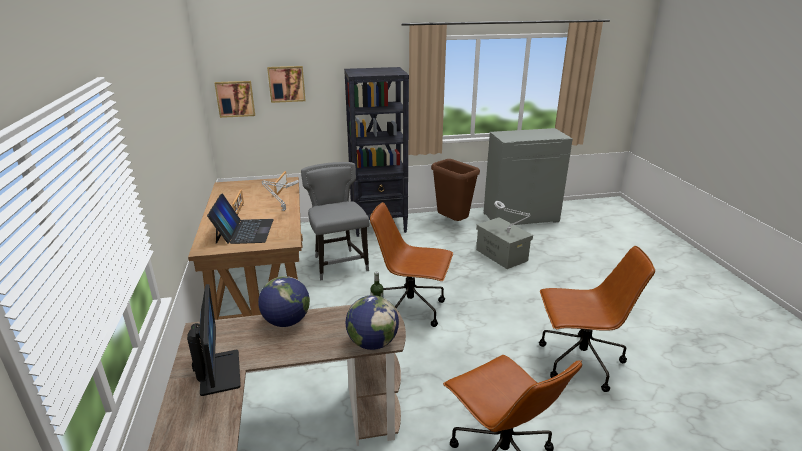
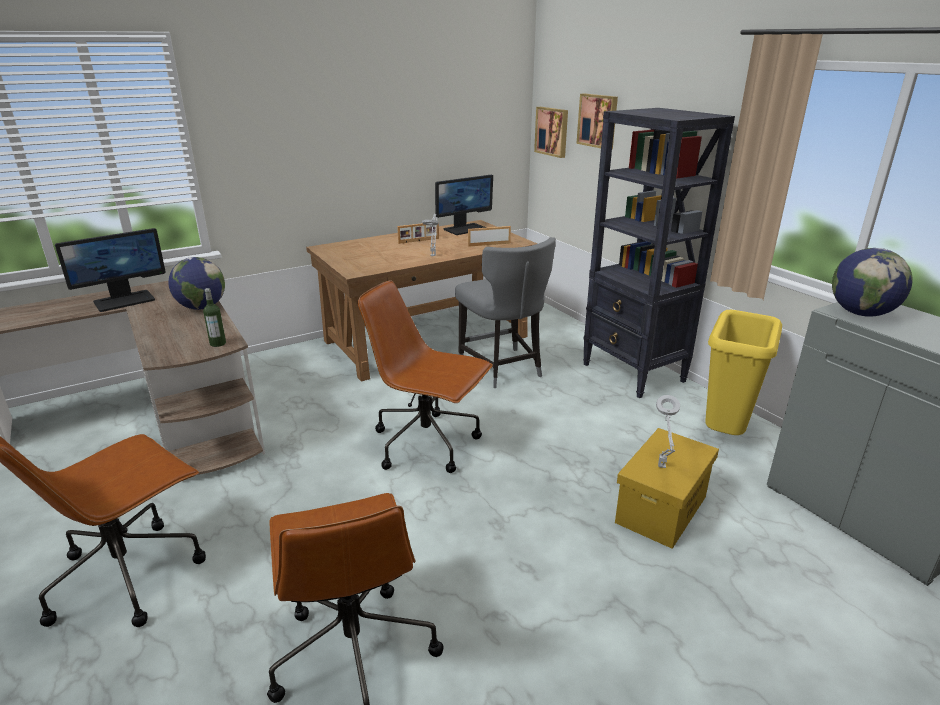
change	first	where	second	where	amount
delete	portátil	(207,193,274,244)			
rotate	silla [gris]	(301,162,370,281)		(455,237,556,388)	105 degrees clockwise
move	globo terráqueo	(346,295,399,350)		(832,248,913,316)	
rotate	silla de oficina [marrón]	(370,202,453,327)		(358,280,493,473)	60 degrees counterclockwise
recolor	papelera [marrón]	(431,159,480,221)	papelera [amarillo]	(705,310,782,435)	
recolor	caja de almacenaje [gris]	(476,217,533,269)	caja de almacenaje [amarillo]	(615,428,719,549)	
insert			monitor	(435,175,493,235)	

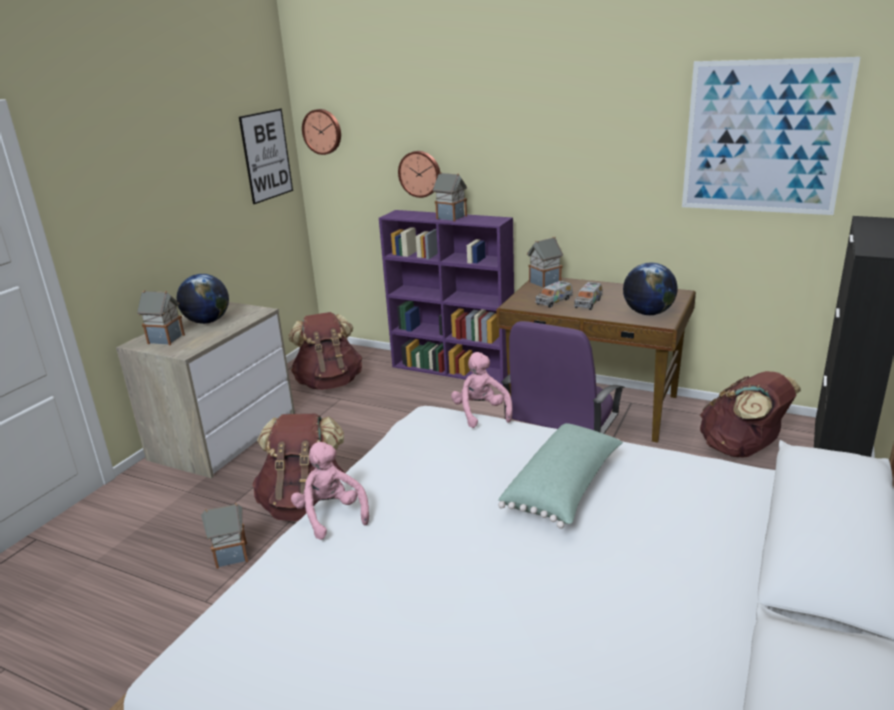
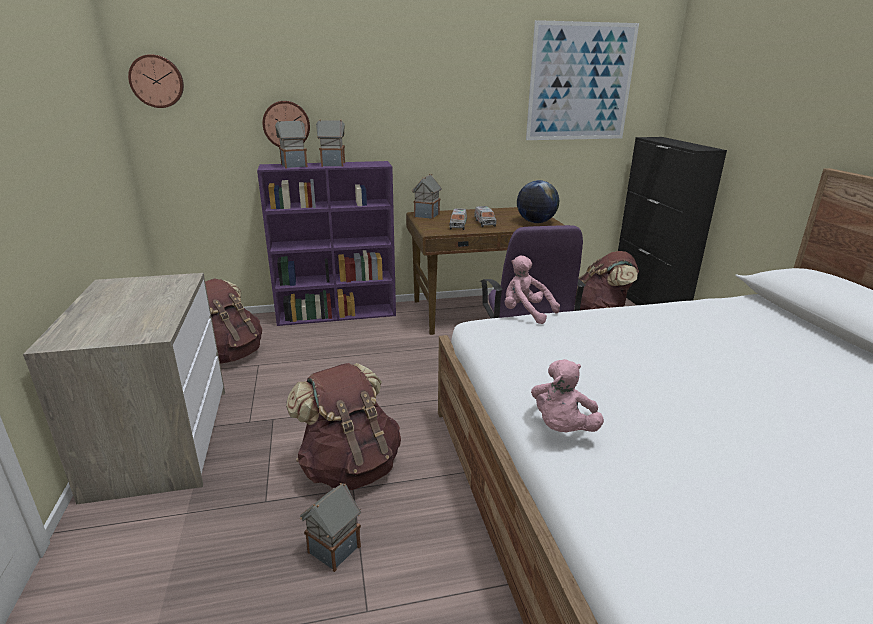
change	first	where	second	where	amount
move	casita	(137,290,185,345)		(275,120,308,168)	
delete	globo terráqueo	(177,274,229,324)			
delete	cuadro	(239,109,293,204)			
rotate	peluche [rosa]	(291,442,369,540)		(531,359,604,432)	90 degrees counterclockwise
delete	cojín [verde]	(498,423,623,529)			

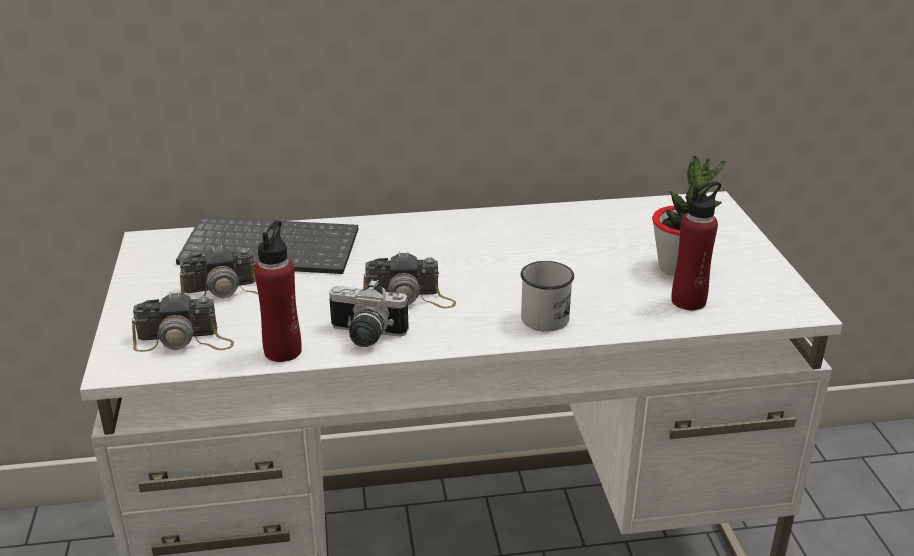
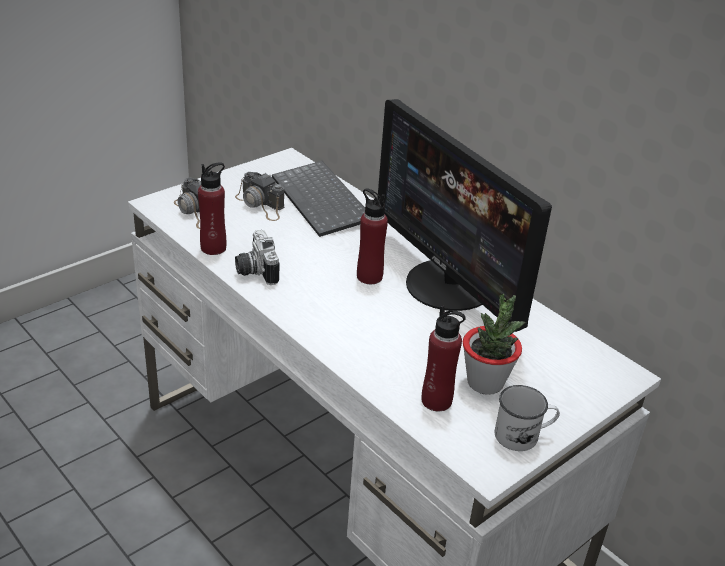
change	first	where	second	where	amount
delete	cámara	(363,251,456,308)			
move	taza grande [blanco]	(521,261,574,332)		(495,385,560,451)	
insert			botella [rojo]	(357,188,388,284)	
insert			monitor	(378,99,552,332)	

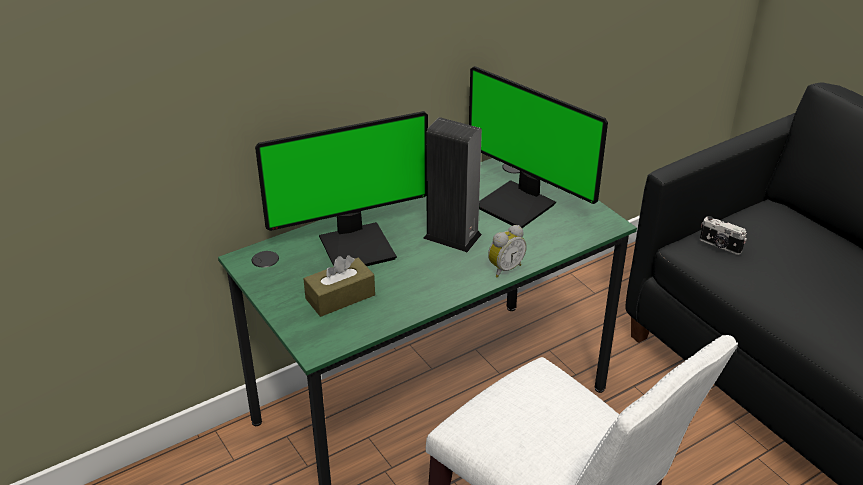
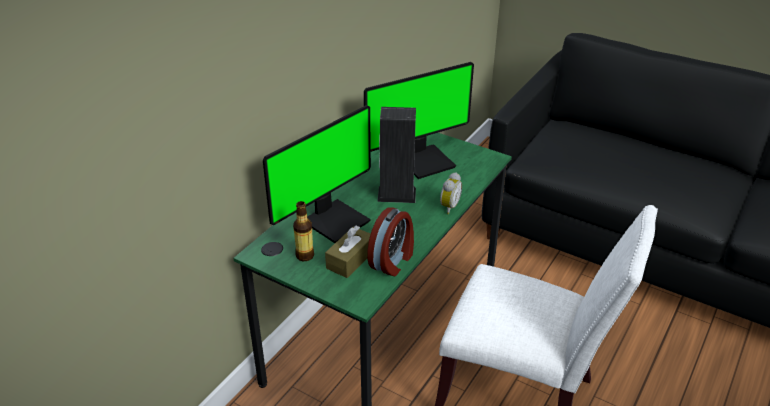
change	first	where	second	where	amount
rotate	monitor	(469,66,608,228)		(364,62,474,179)	45 degrees counterclockwise
delete	cámara	(700,216,747,255)			
insert			botella	(293,201,314,261)	
insert			despertador	(367,208,414,276)	

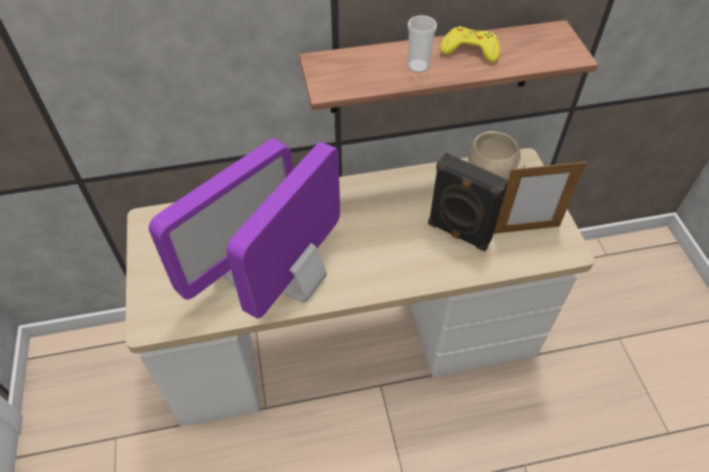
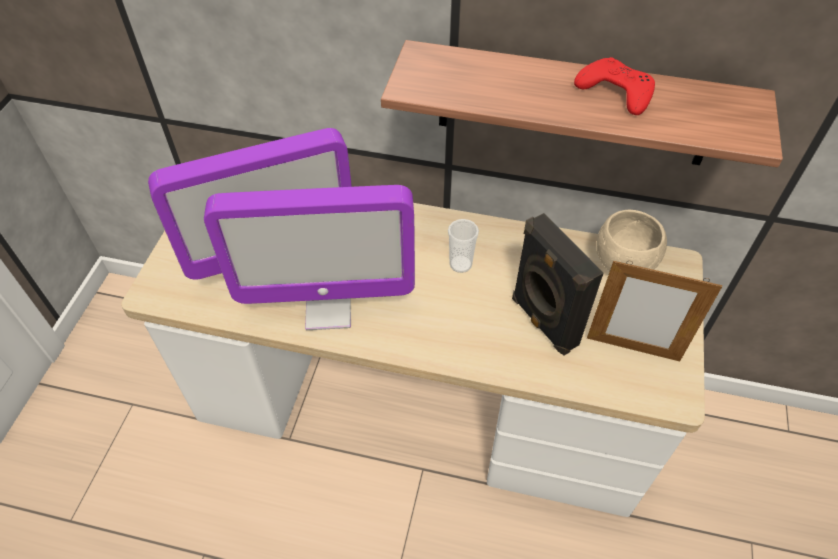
change	first	where	second	where	amount
rotate	monitor	(226,142,340,319)		(204,185,415,330)	150 degrees counterclockwise
move	taza	(408,15,437,73)		(448,219,479,273)	
recolor	mando de consola [amarillo]	(440,26,500,63)	mando de consola [rojo]	(574,57,655,115)	

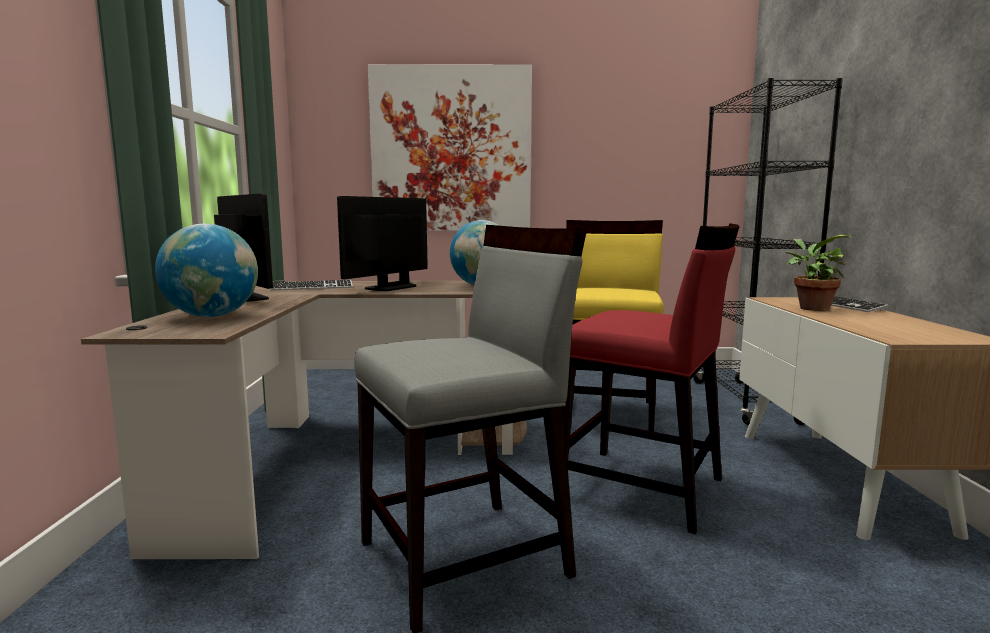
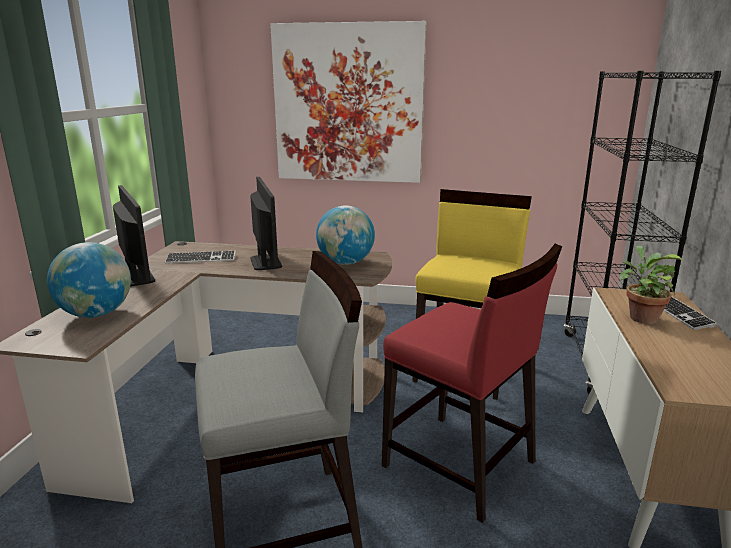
change	first	where	second	where	amount
rotate	monitor	(337,196,428,291)		(250,177,282,270)	120 degrees clockwise

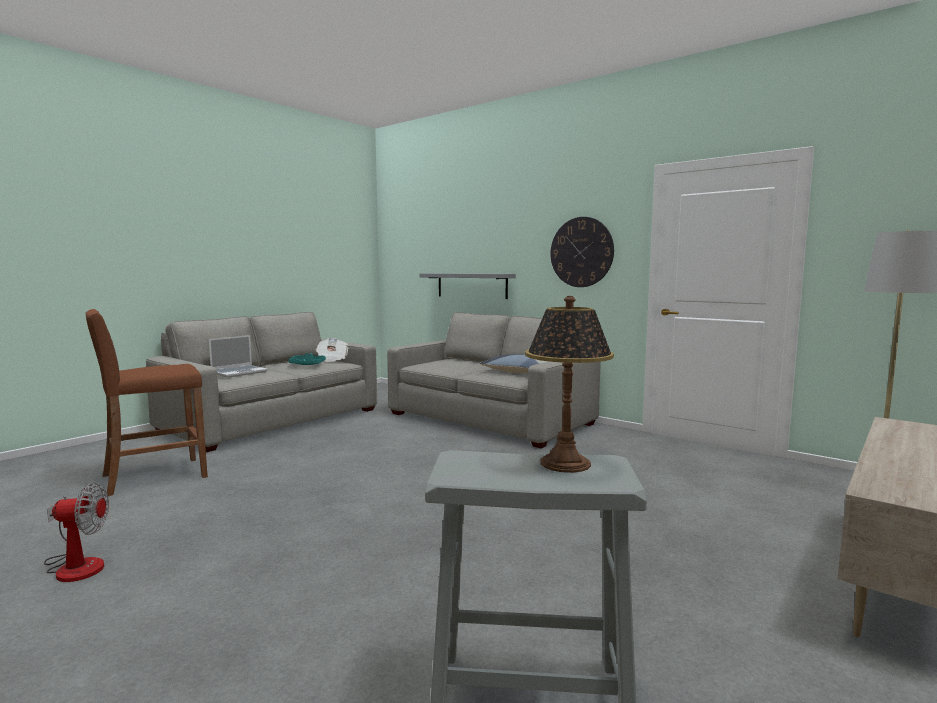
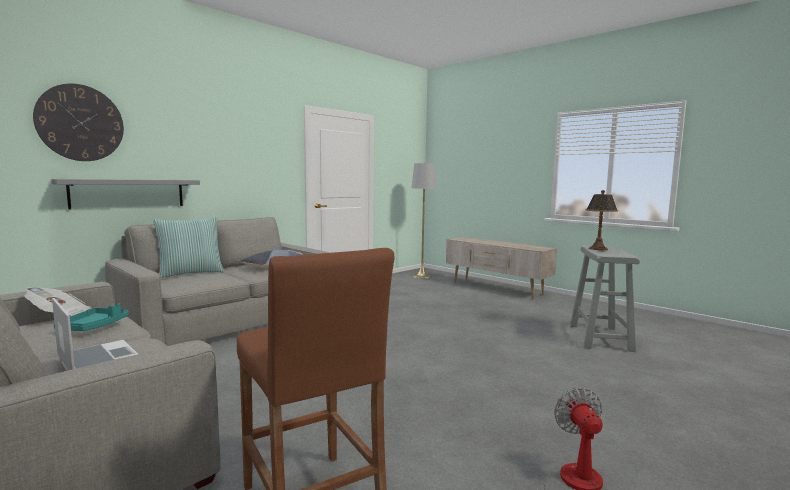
change	first	where	second	where	amount
move	reloj de pared	(550,217,614,287)		(33,83,124,161)	
insert			cojín	(153,217,224,278)	

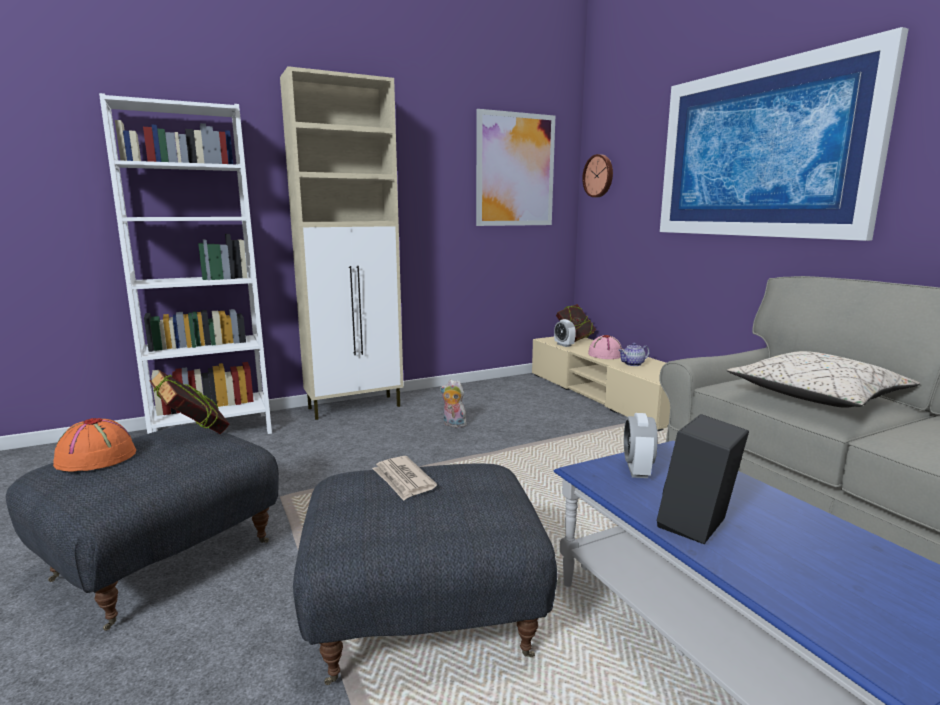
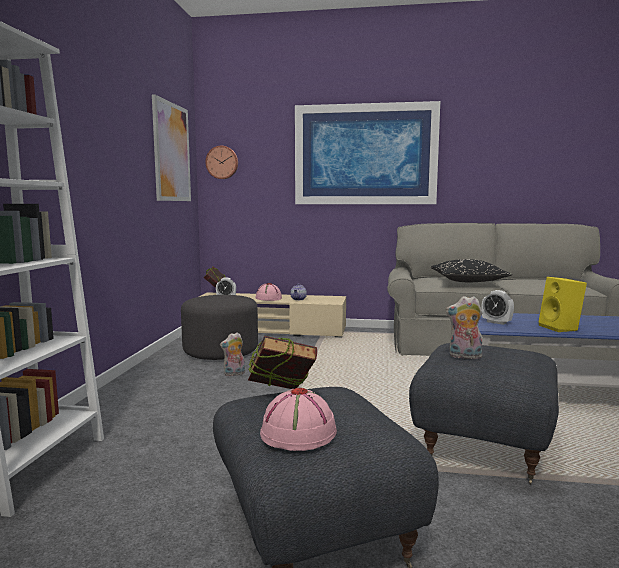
change	first	where	second	where	amount
recolor	sombrero [naranja]	(53,418,136,472)	sombrero [rosa]	(260,388,337,451)	
delete	armario [beis]	(280,66,404,420)			
replace	periódico	(372,456,437,501)	peluche	(446,296,483,359)	
recolor	altavoz [negro]	(657,414,749,544)	altavoz [amarillo]	(539,277,587,332)	
recolor	cojín [beis]	(727,351,920,408)	cojín [negro]	(431,259,512,282)	
insert			puf [gris]	(181,295,258,360)	

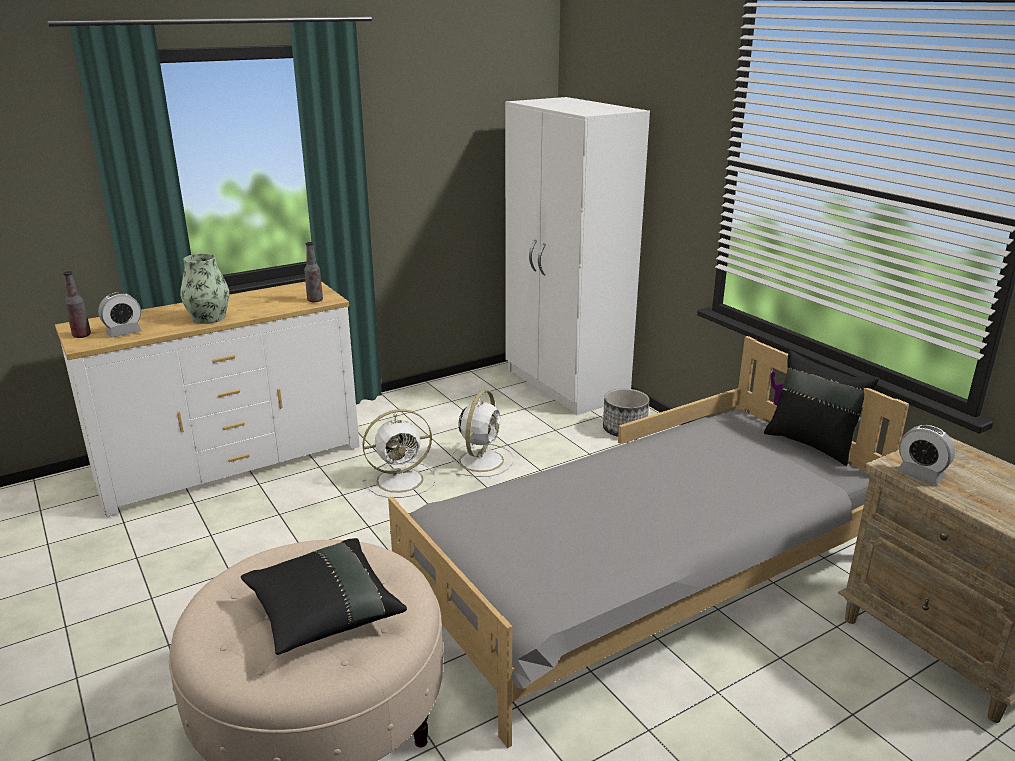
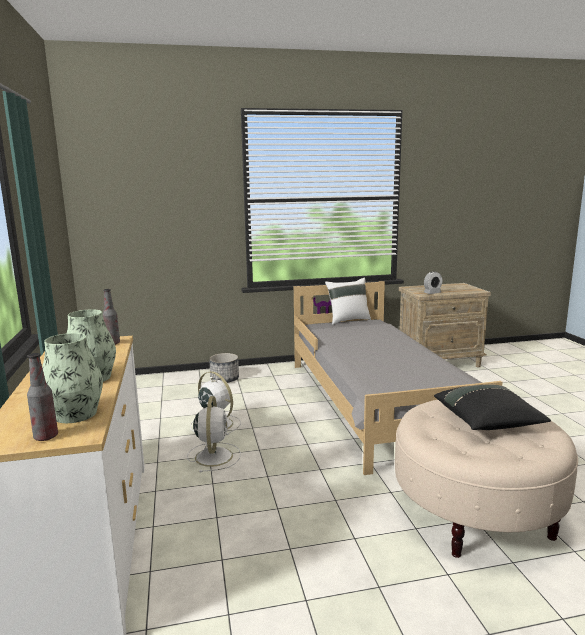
change	first	where	second	where	amount
replace	despertador	(98,292,142,338)	florero	(42,333,103,423)	
delete	armario ropero [blanco]	(505,97,650,415)			
recolor	cojín [negro]	(764,350,879,466)	cojín [blanco]	(325,278,371,325)	

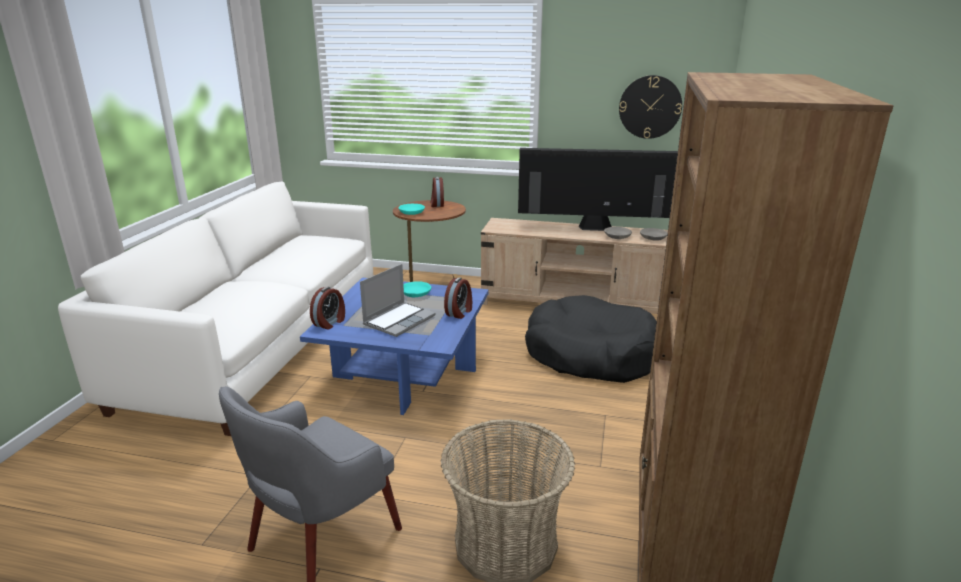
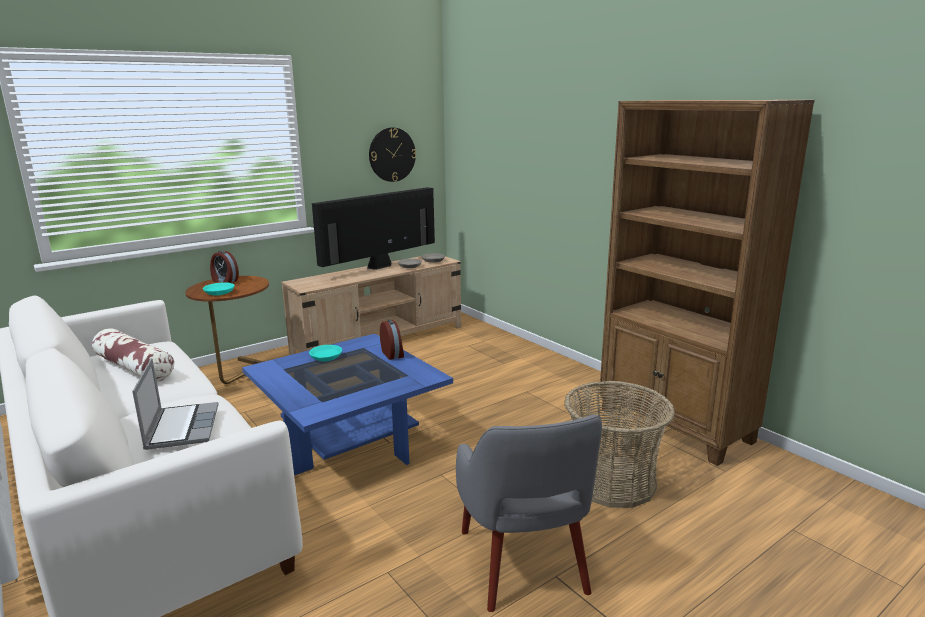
change	first	where	second	where	amount
delete	despertador	(310,287,345,330)			
move	portátil	(360,264,436,337)		(132,358,218,450)	
delete	cama para perro [negro]	(525,295,657,383)			
insert			cojín	(92,328,174,382)	

